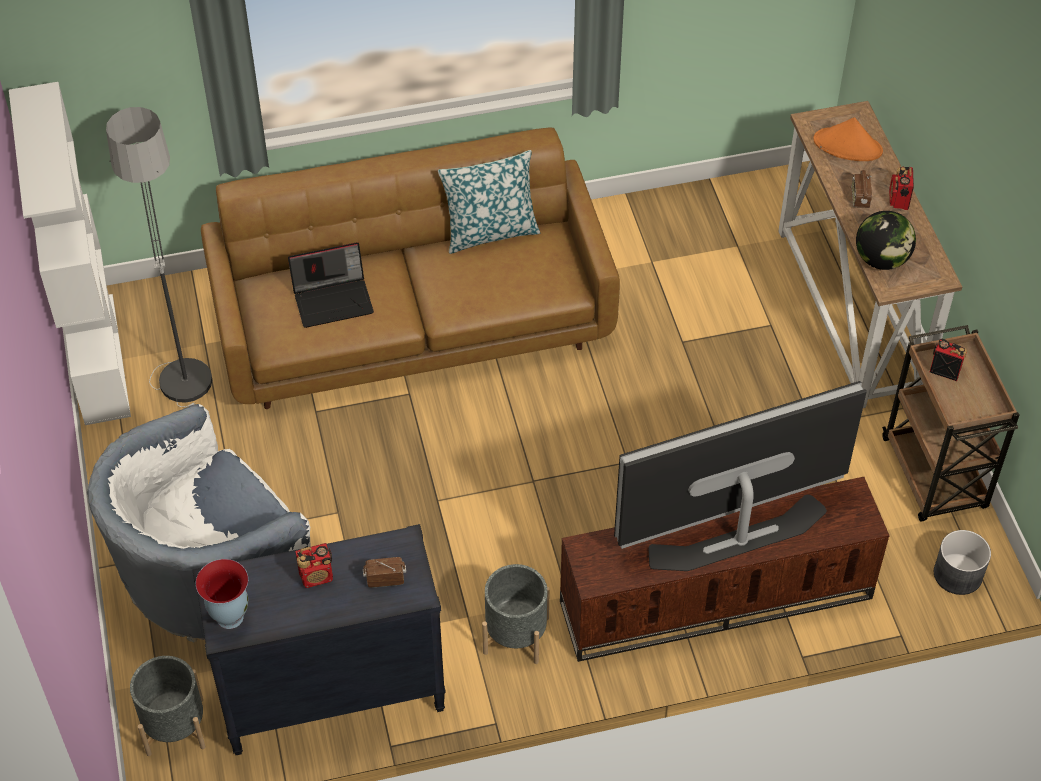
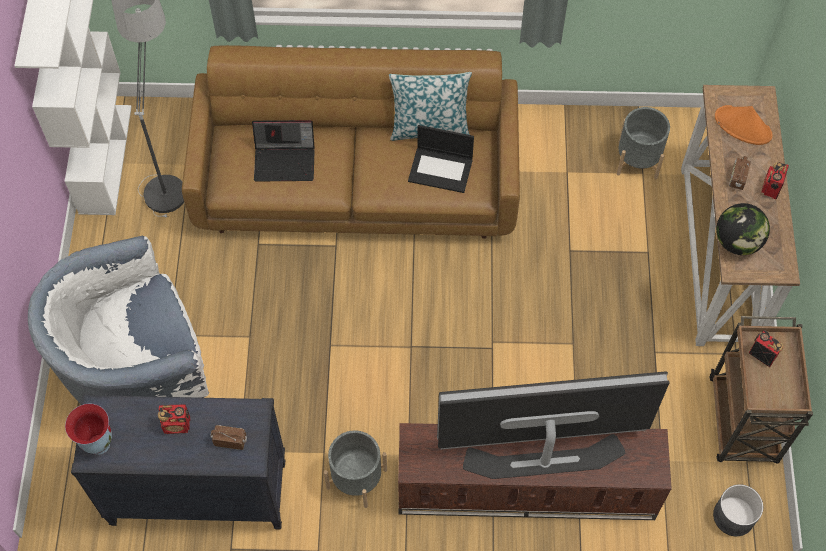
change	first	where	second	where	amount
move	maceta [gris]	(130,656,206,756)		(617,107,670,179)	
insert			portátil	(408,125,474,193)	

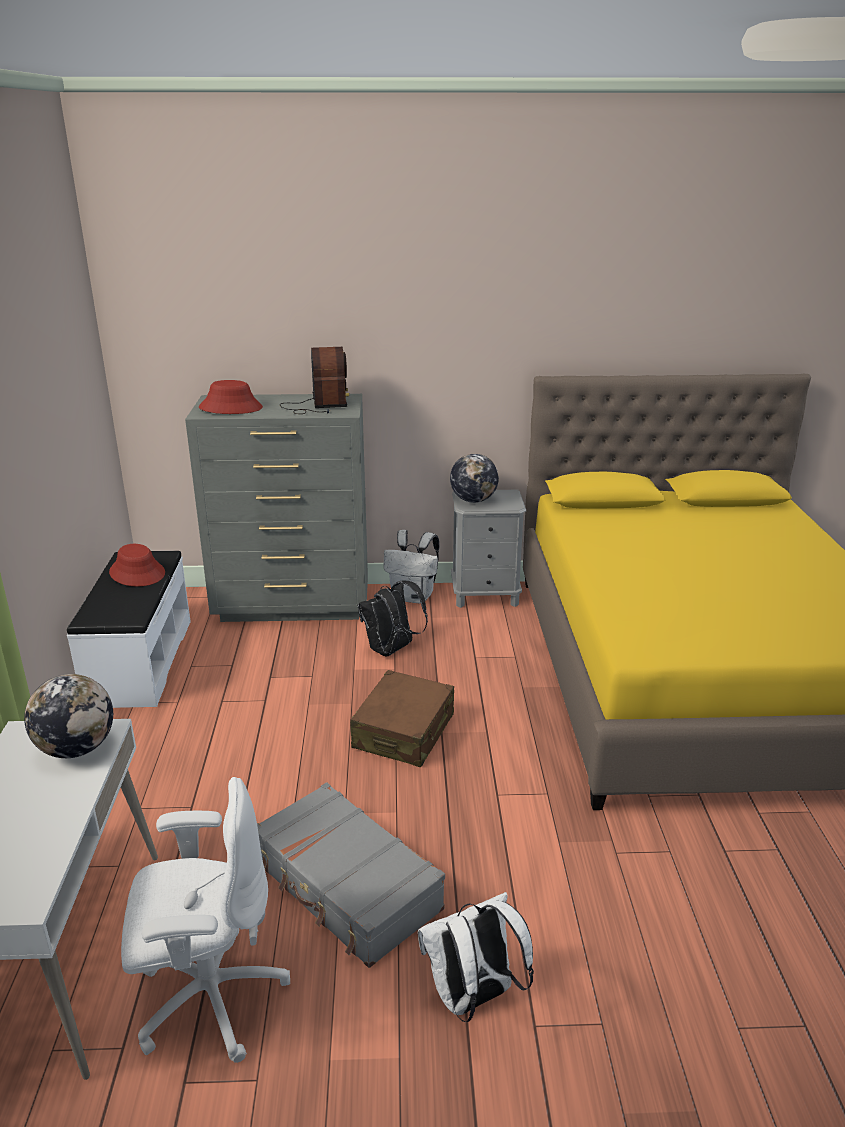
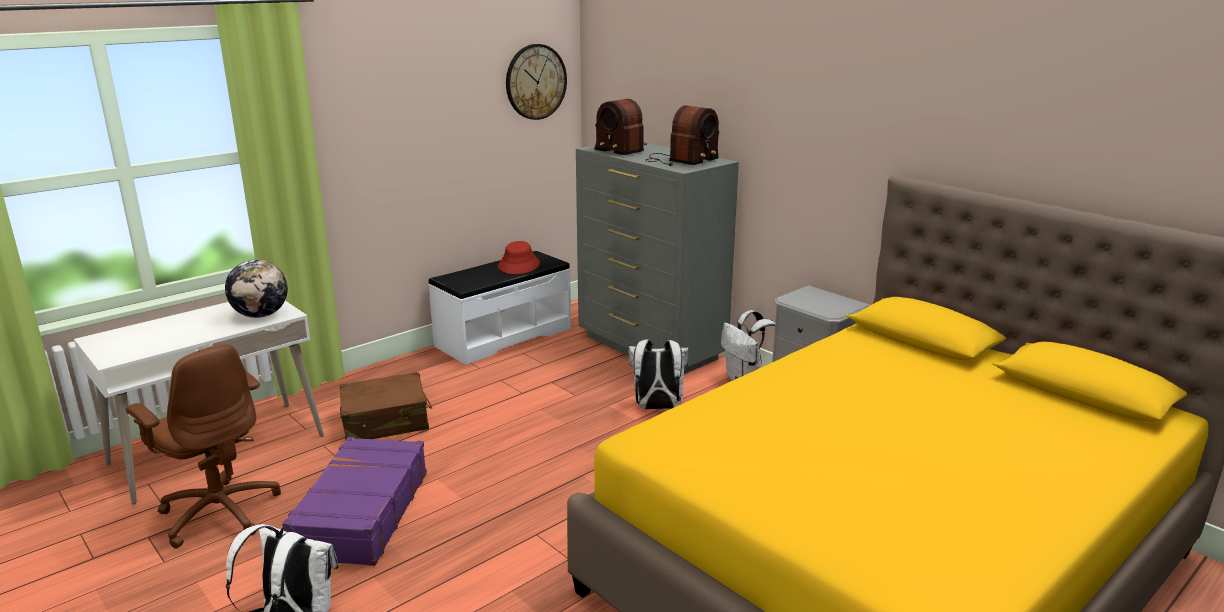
change	first	where	second	where	amount
recolor	silla de oficina [blanco]	(121,777,290,1063)	silla de oficina [marrón]	(126,344,281,549)	
replace	sombrero [rojo]	(199,380,263,414)	radio	(594,99,647,155)	
recolor	maleta [gris]	(257,783,445,968)	maleta [morado]	(282,437,427,566)	
move	maleta [marrón]	(350,670,454,767)		(340,372,432,440)	
recolor	mochila [negro]	(358,581,428,656)	mochila [blanco]	(628,339,689,409)	
delete	globo terráqueo	(450,454,499,503)			
insert			reloj de pared	(506,44,567,120)	

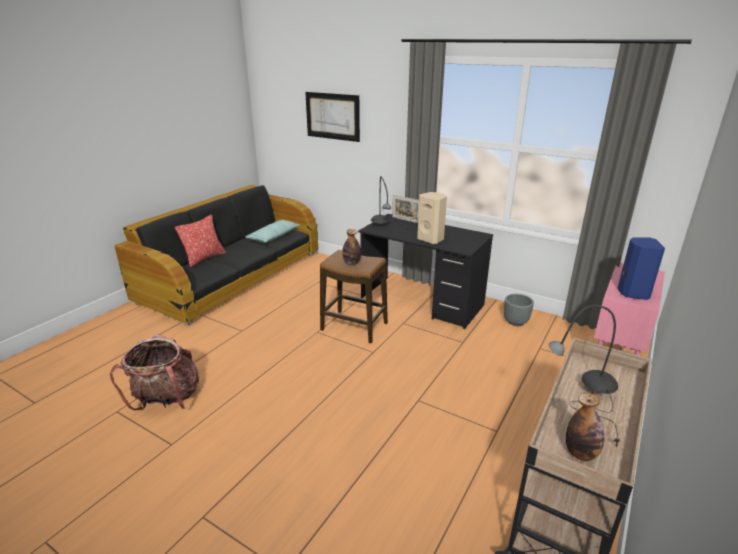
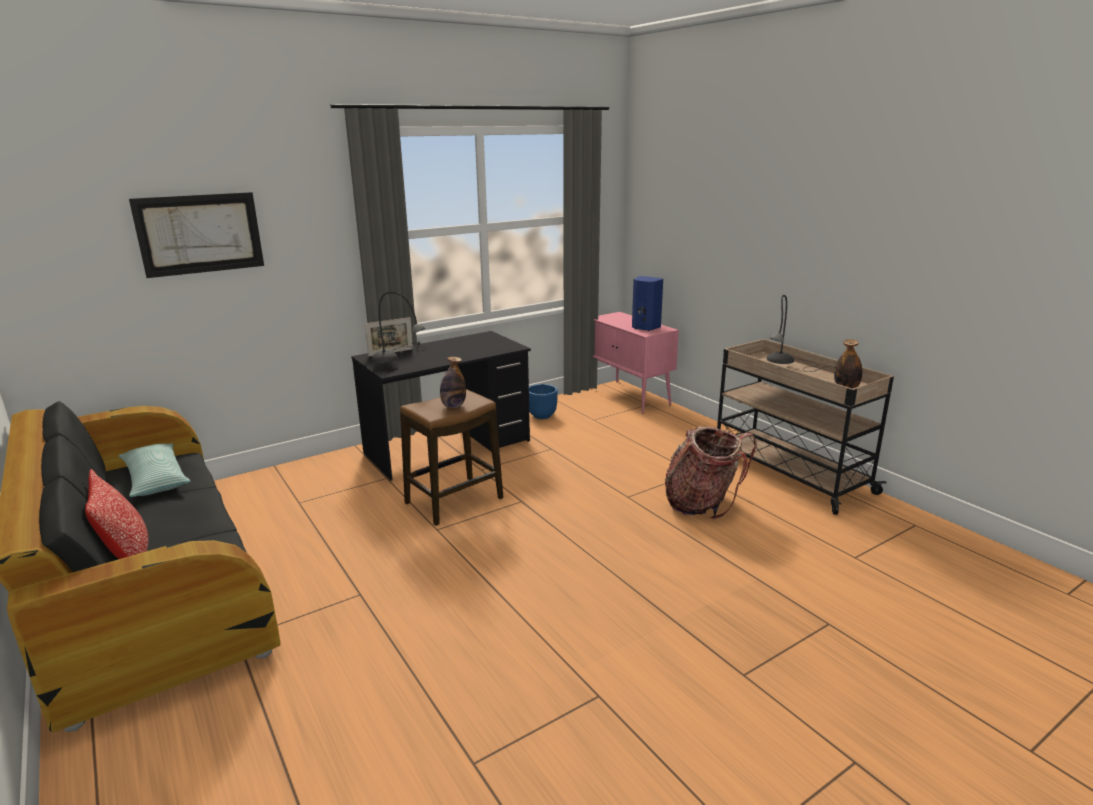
change	first	where	second	where	amount
move	mochila	(110,334,199,410)		(665,426,757,519)	
delete	altavoz [beis]	(417,192,447,244)			
recolor	maceta [gris]	(504,294,534,326)	maceta [azul]	(529,384,558,419)	

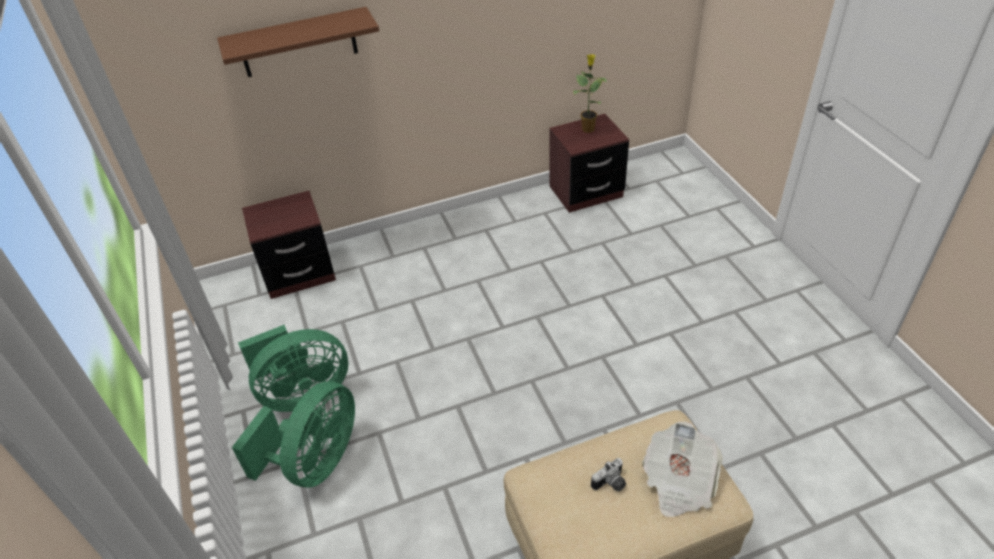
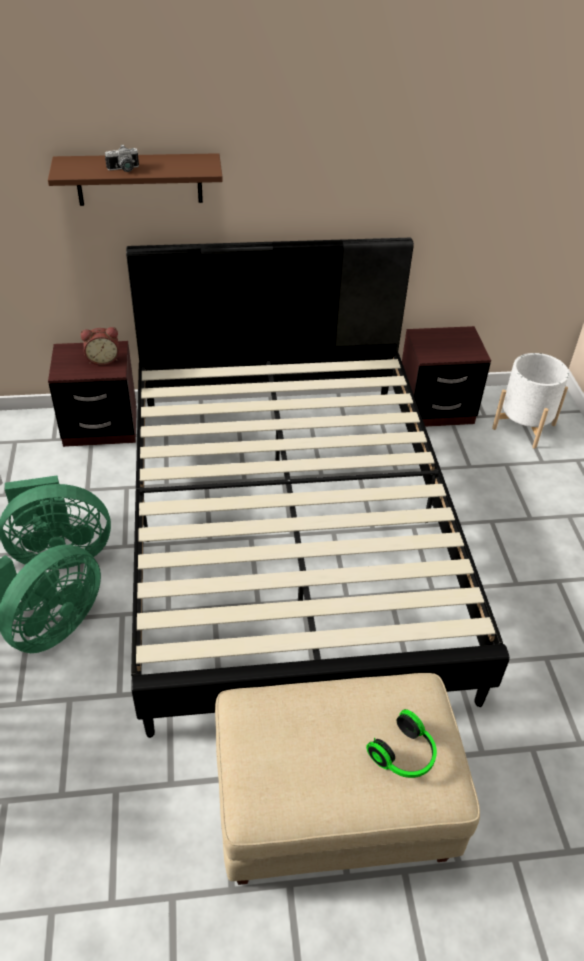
change	first	where	second	where	amount
delete	planta en maceta	(573,54,607,133)			
move	cámara	(591,458,626,491)		(105,144,139,172)	
replace	periódico	(642,421,723,517)	auriculares	(366,709,437,778)	
insert			despertador	(81,327,119,366)	
insert			cama [negro]	(126,238,510,738)	
insert			maceta [blanco]	(492,353,569,449)	

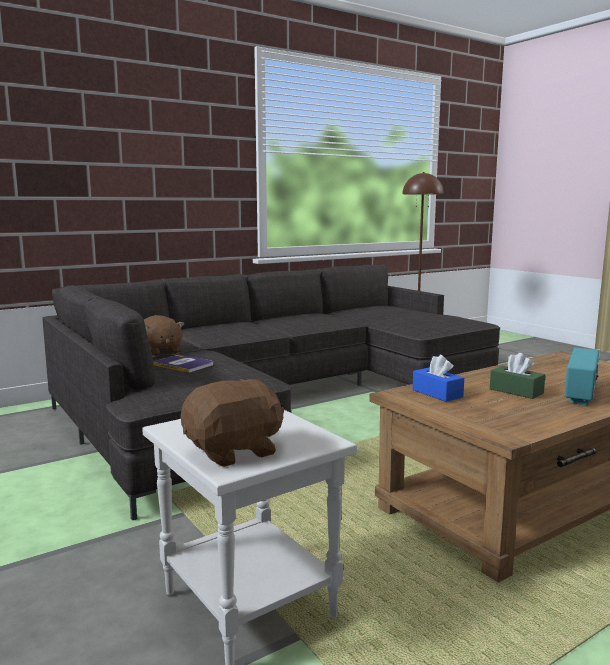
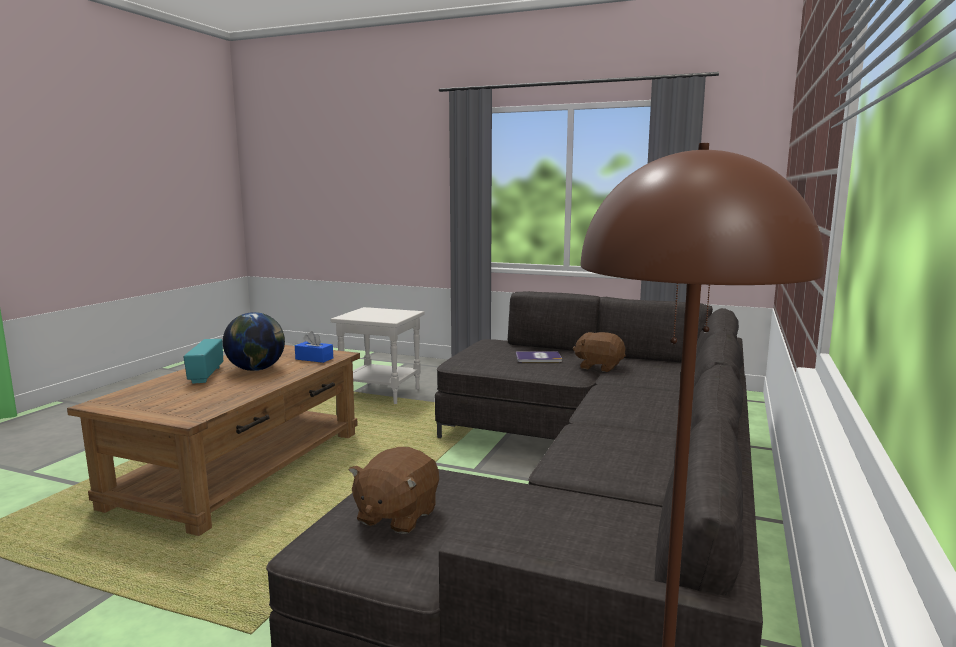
change	first	where	second	where	amount
move	peluche [marrón]	(181,378,284,467)		(349,447,439,534)	
replace	caja de pañuelos [verde]	(490,353,545,399)	globo terráqueo	(223,312,285,371)	

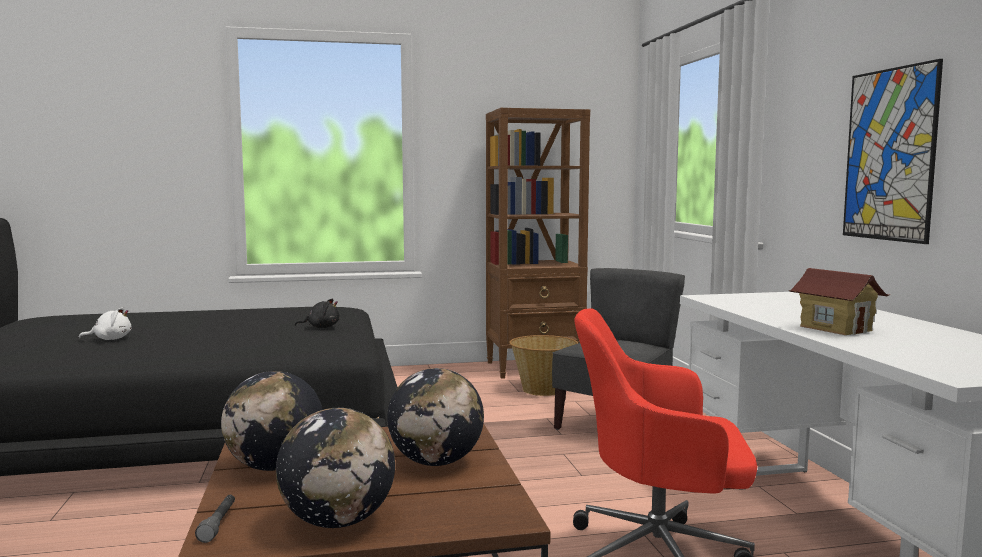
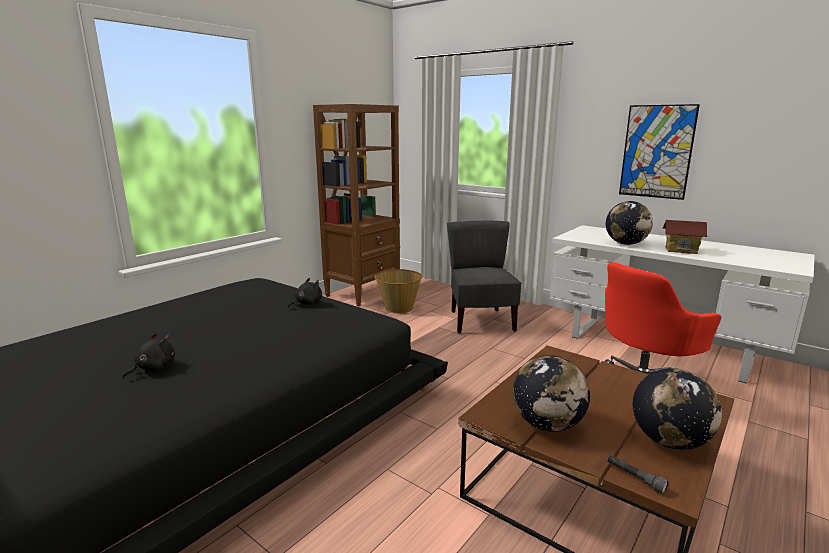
change	first	where	second	where	amount
recolor	peluche [blanco]	(78,307,131,340)	peluche [negro]	(122,333,175,379)	
move	globo terráqueo	(387,368,484,466)		(606,201,653,245)	

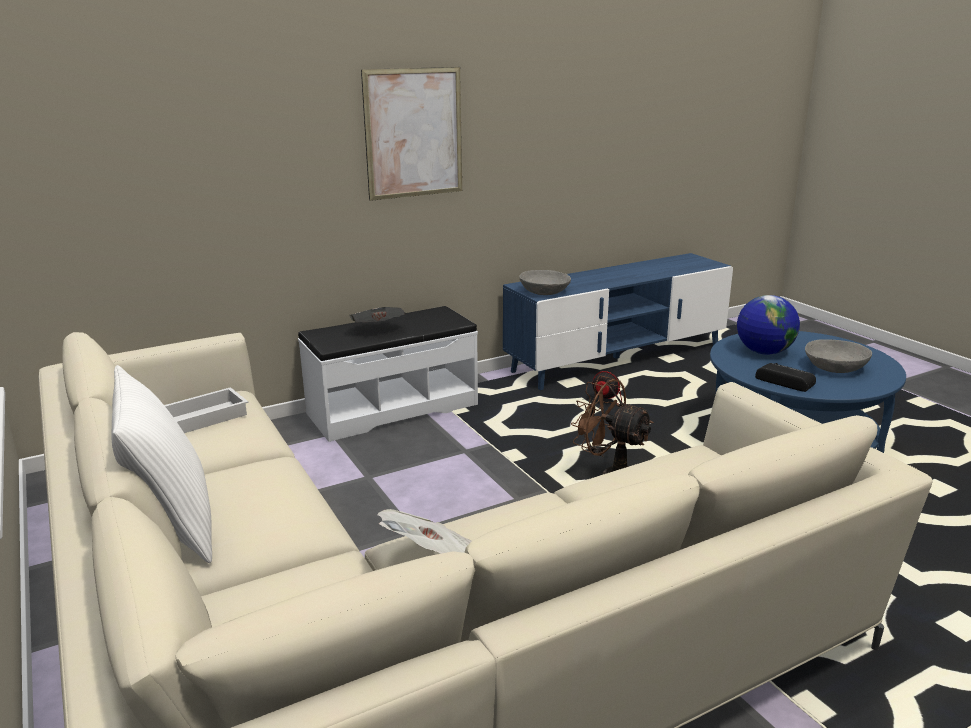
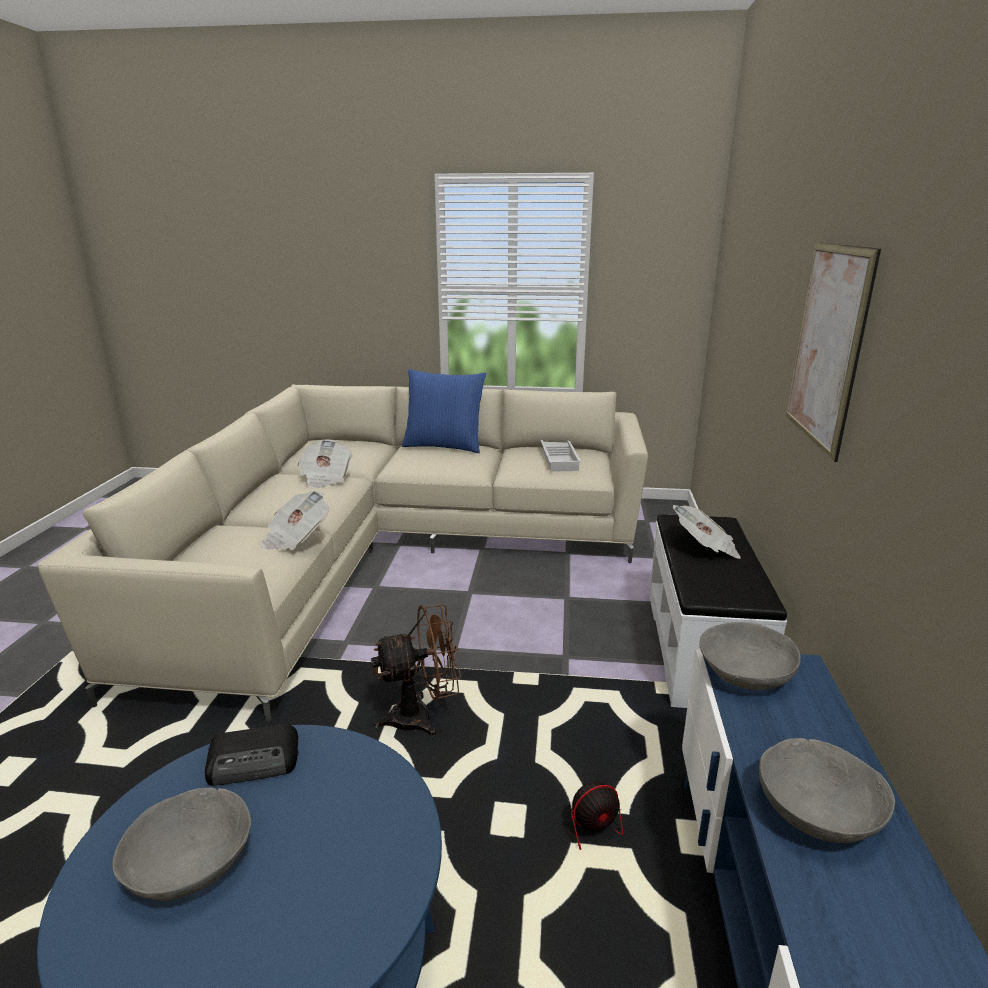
change	first	where	second	where	amount
recolor	cojín [blanco]	(112,365,212,563)	cojín [azul]	(402,369,486,453)	
delete	globo terráqueo	(737,295,800,355)			
insert			periódico	(260,491,329,550)	
insert			cuenco [gris]	(759,738,895,843)	

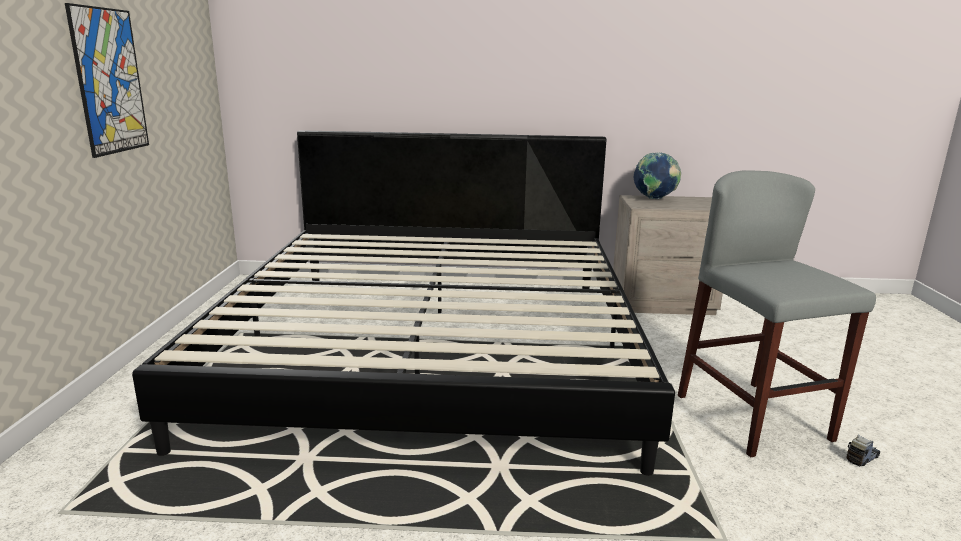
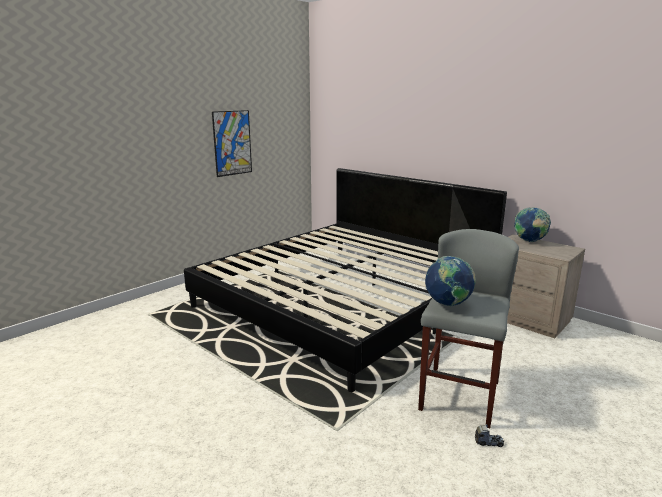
change	first	where	second	where	amount
insert			globo terráqueo	(425,256,476,307)	

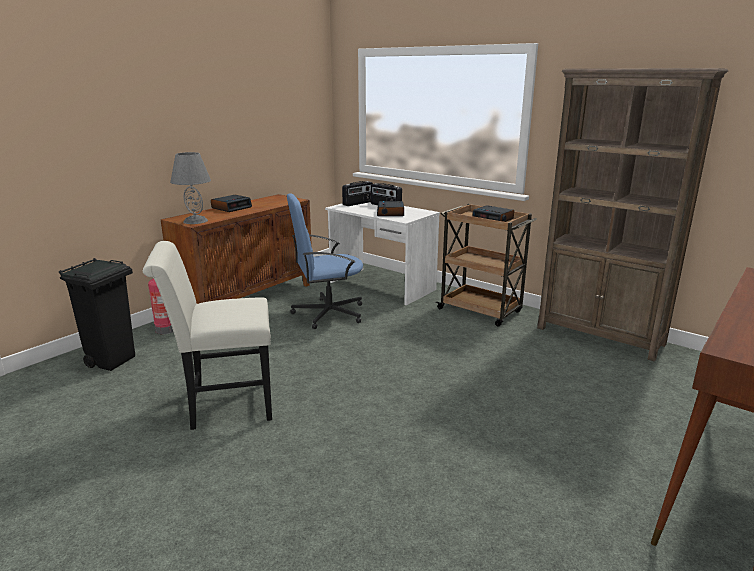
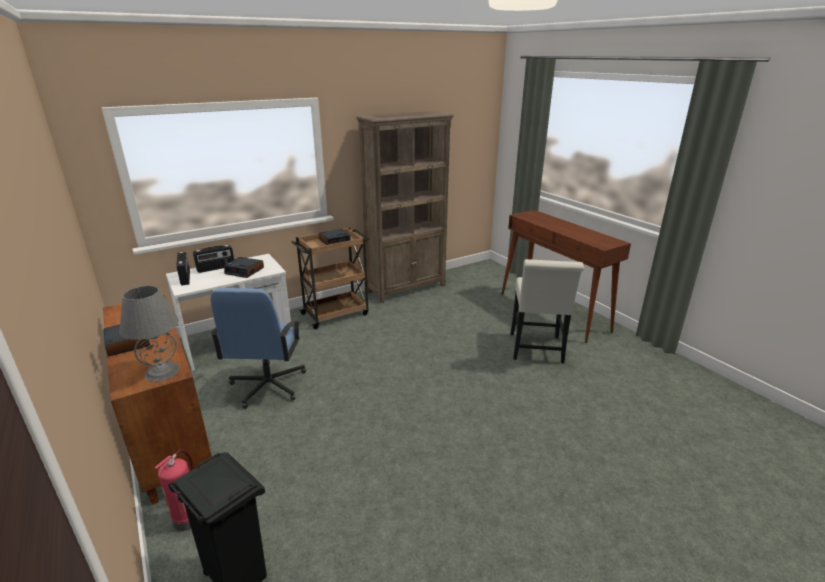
change	first	where	second	where	amount
move	silla [blanco]	(143,241,272,430)		(511,259,584,363)	

